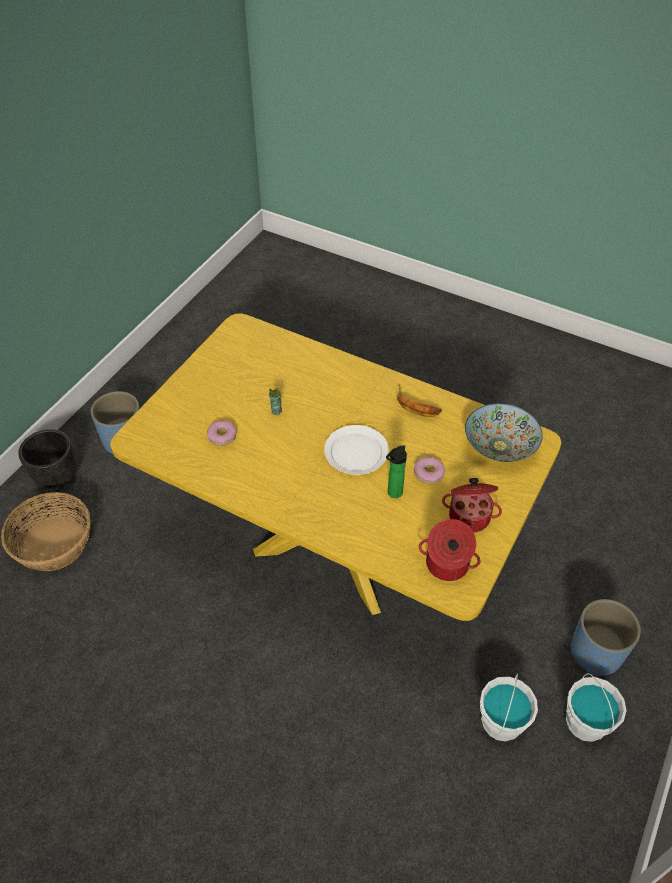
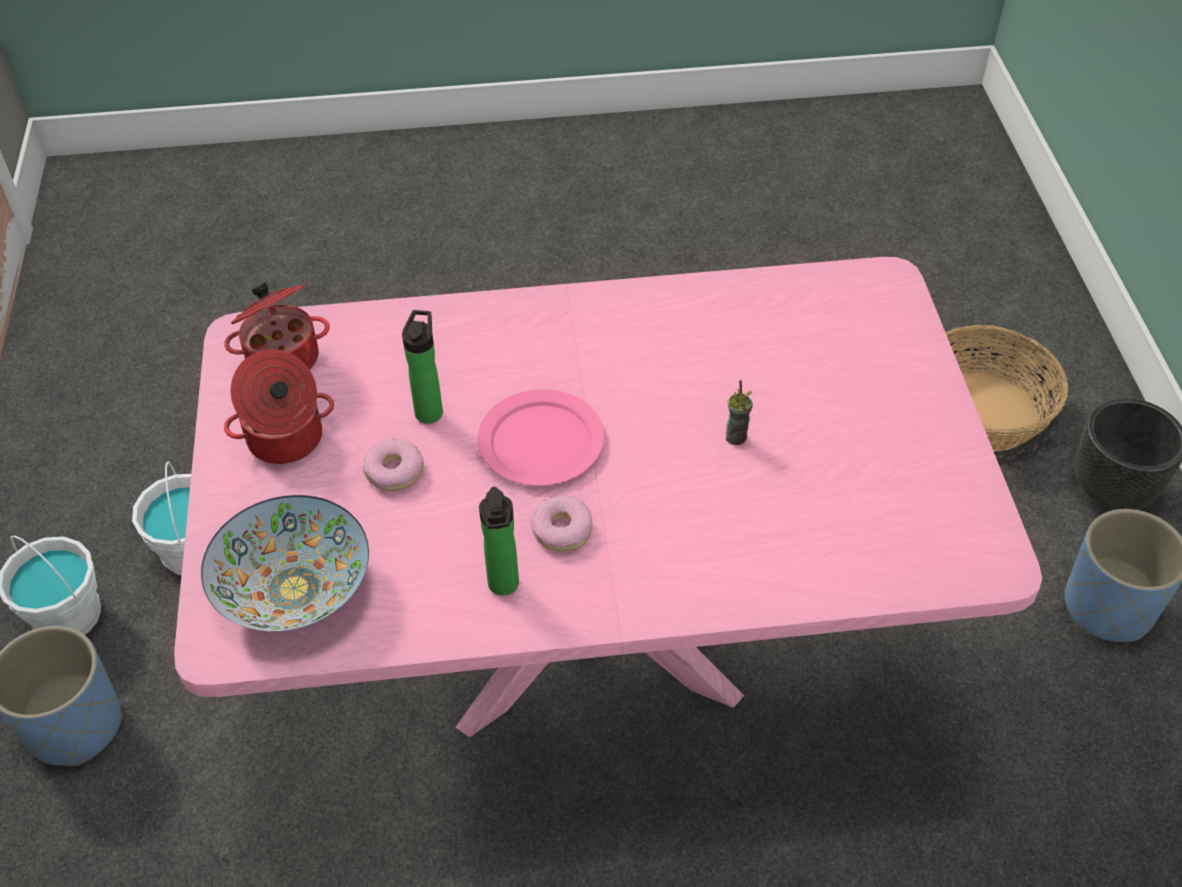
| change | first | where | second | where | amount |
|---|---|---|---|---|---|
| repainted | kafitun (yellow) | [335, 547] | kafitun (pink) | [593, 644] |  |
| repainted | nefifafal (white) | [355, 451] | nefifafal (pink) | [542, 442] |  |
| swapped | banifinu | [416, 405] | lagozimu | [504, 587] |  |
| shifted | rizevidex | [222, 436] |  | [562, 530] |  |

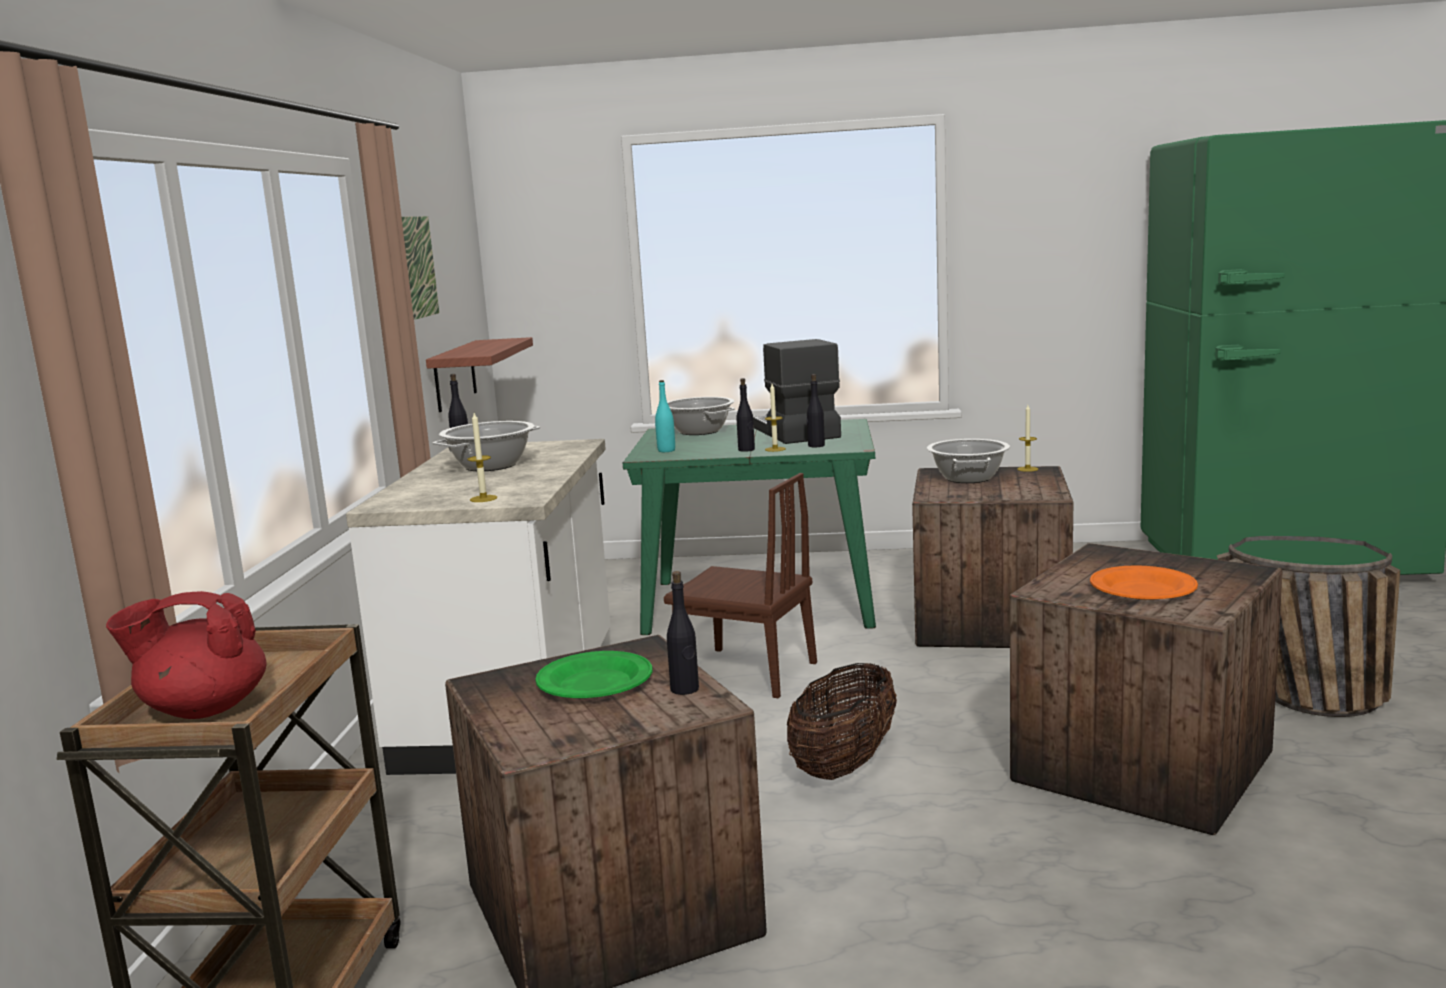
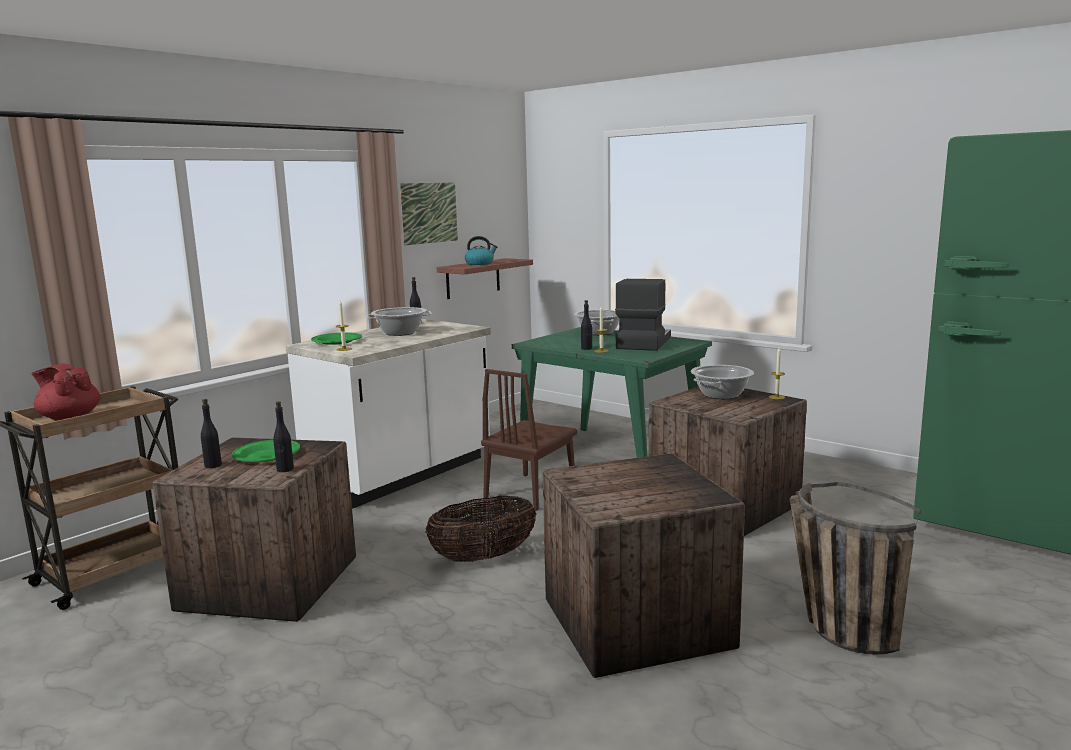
| change | first | where | second | where | amount |
|---|---|---|---|---|---|
| shifted | lagozimu (black) | [816, 445] |  | [213, 465] |  |
| new |  |  | nefifafal (green) | [336, 341] |  |
| new |  |  | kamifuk | [480, 263] |  |
| rotated | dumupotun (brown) | [745, 672] |  | [530, 491] | 60 degrees clockwise |
| gone | lagozimu (turquoise) | [666, 450] |  |  |  |
| gone | nefifafal (orange) | [1142, 590] |  |  |  |

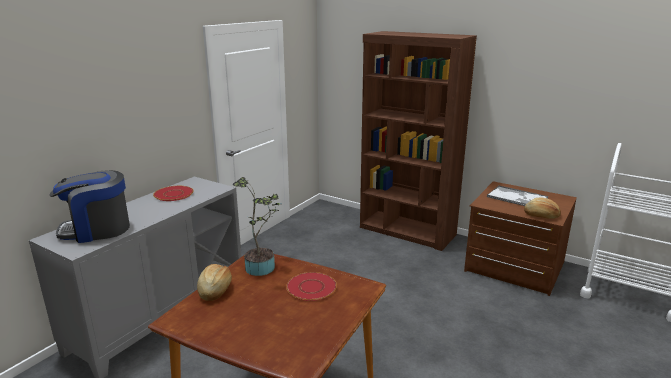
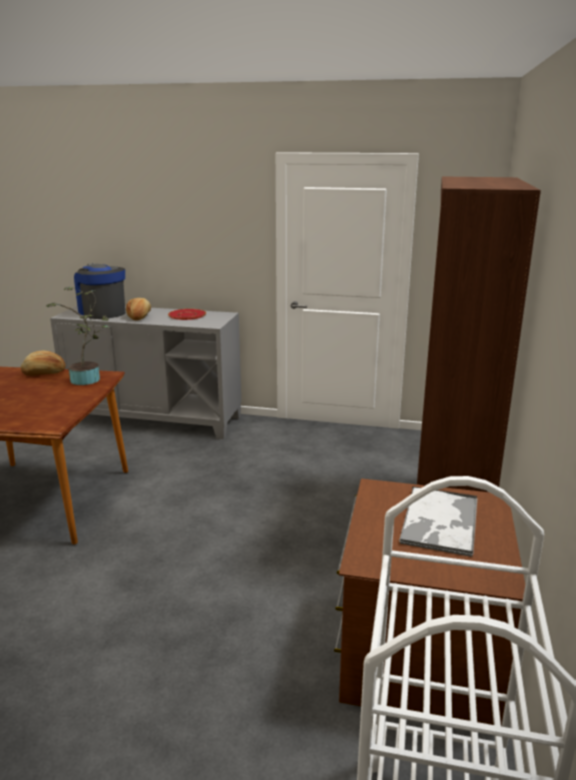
| change | first | where | second | where | amount |
|---|---|---|---|---|---|
| shifted | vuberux | [541, 215] |  | [139, 317] |  |
| gone | nefifafal (red) | [311, 287] |  |  |  |

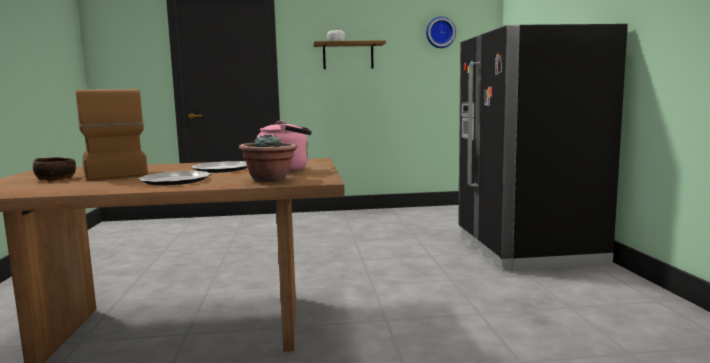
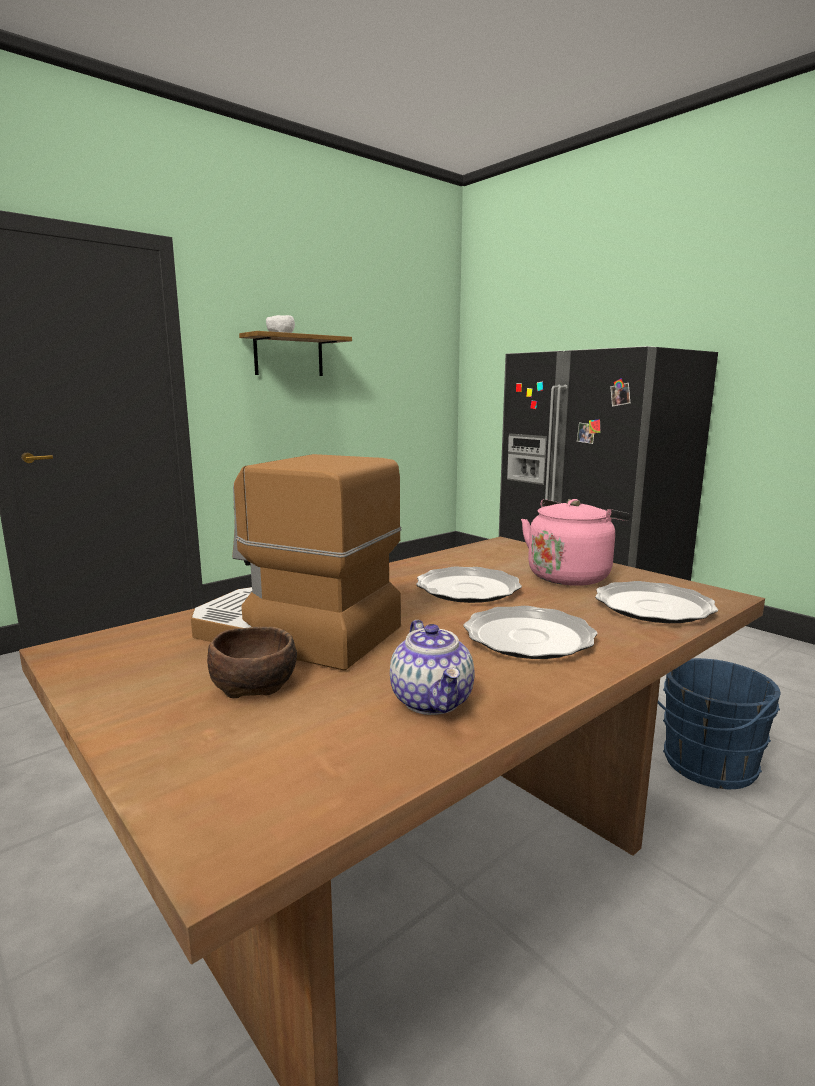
| change | first | where | second | where | amount |
|---|---|---|---|---|---|
| new |  |  | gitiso | [433, 701] |  |
| swapped | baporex | [270, 180] | nefifafal | [653, 606] |  |
| new |  |  | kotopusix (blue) | [705, 765] |  |
| gone | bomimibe | [440, 32] |  |  |  |

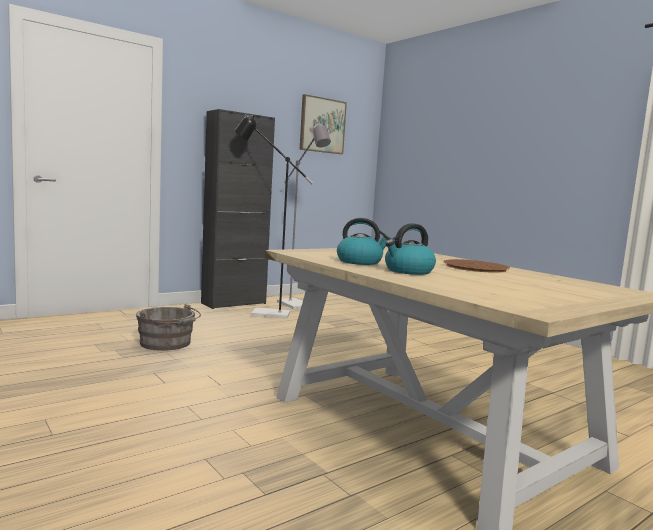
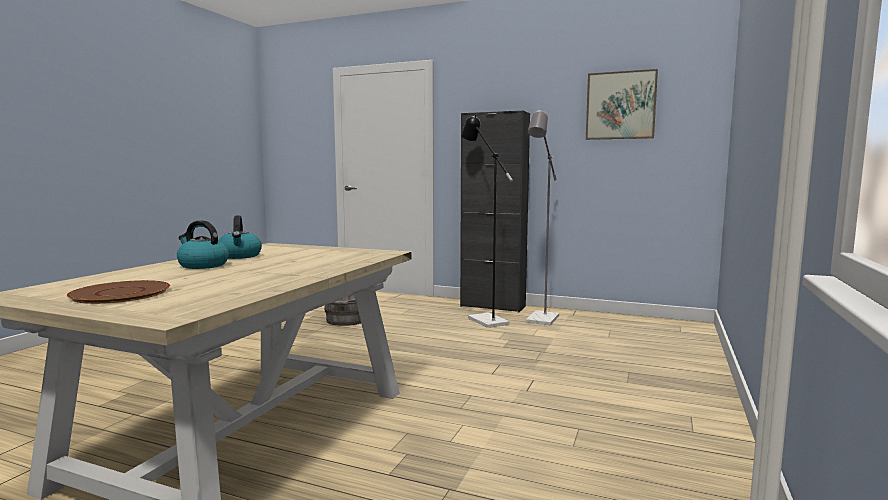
| change | first | where | second | where | amount |
|---|---|---|---|---|---|
| shifted | nefifafal (brown) | [475, 267] |  | [120, 293] |  |

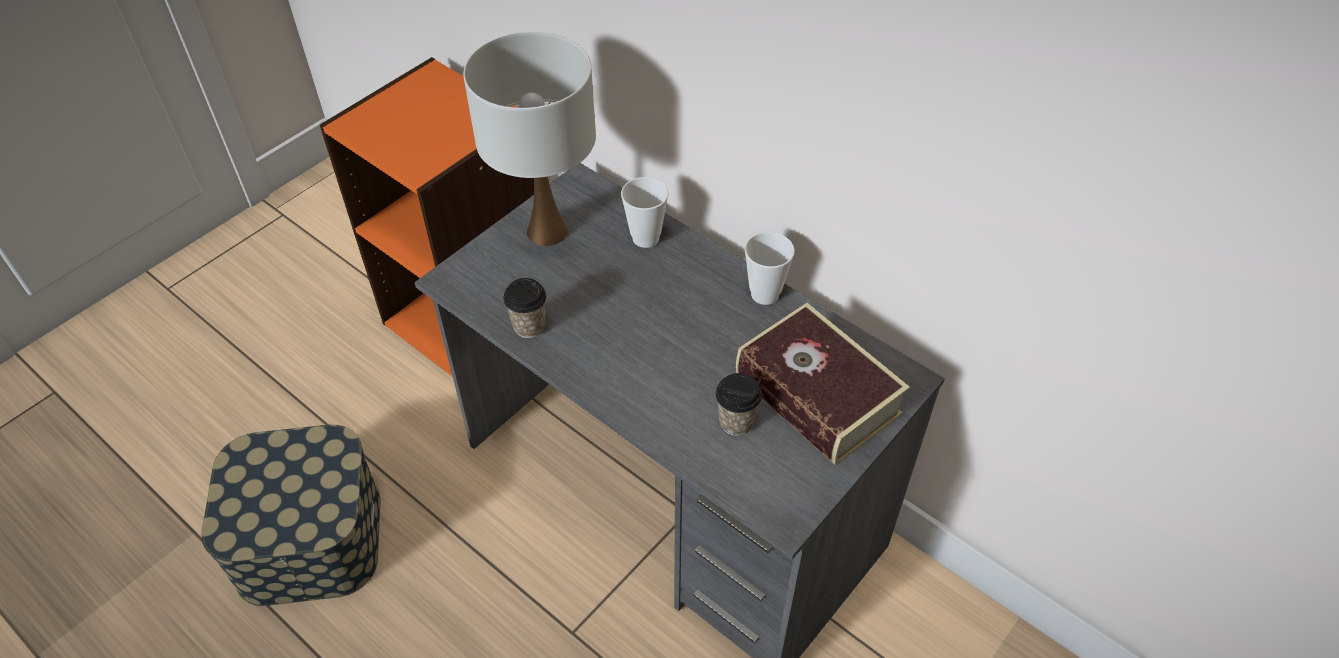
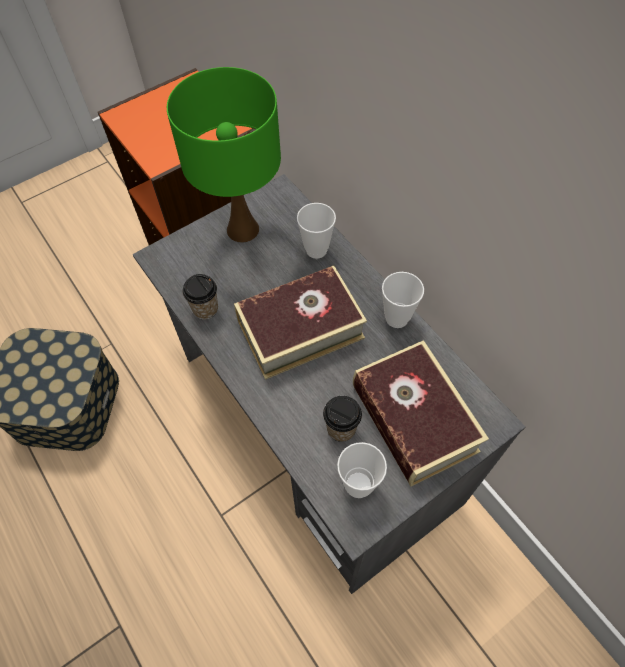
| change | first | where | second | where | amount |
|---|---|---|---|---|---|
| repainted | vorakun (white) | [547, 231] | vorakun (green) | [243, 230] |  |
| new |  |  | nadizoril | [300, 329] |  |
| new |  |  | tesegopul | [358, 485] |  |

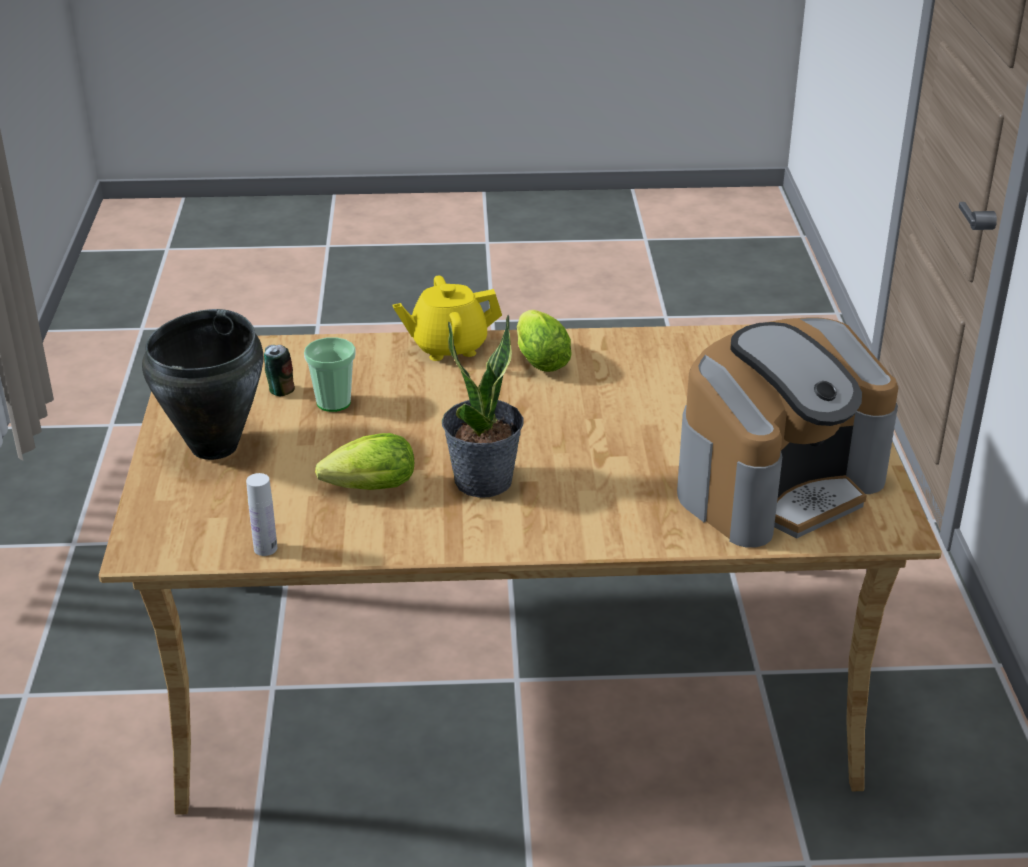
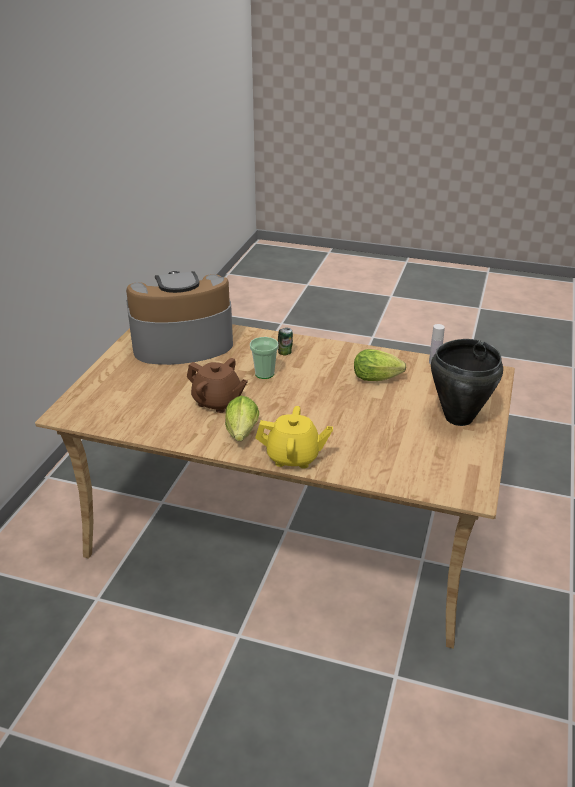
| change | first | where | second | where | amount |
|---|---|---|---|---|---|
| new |  |  | gitiso (brown) | [217, 402] |  |
| shifted | tesegopul | [333, 402] |  | [264, 374] |  |
| shifted | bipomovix | [280, 390] |  | [285, 353] |  |
| gone | baporex | [484, 481] |  |  |  |

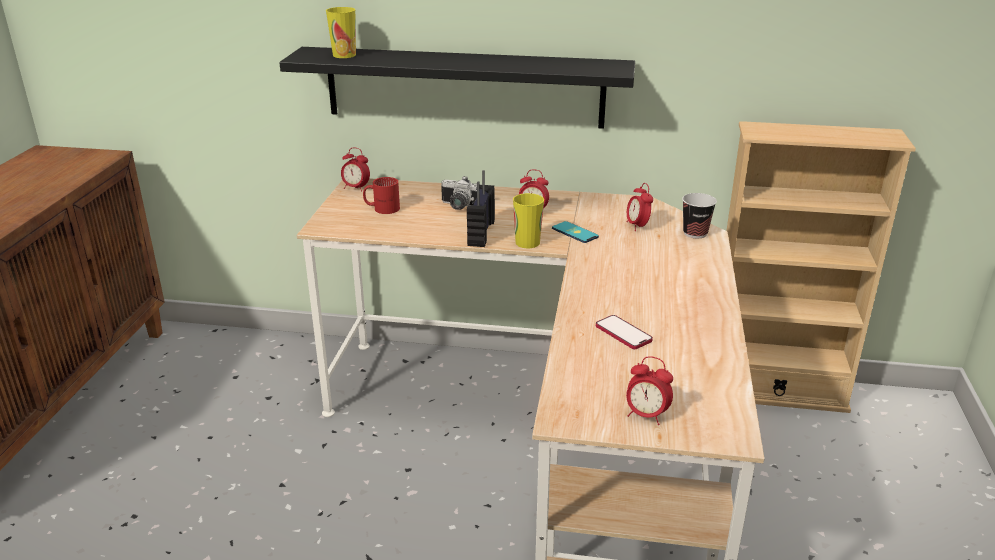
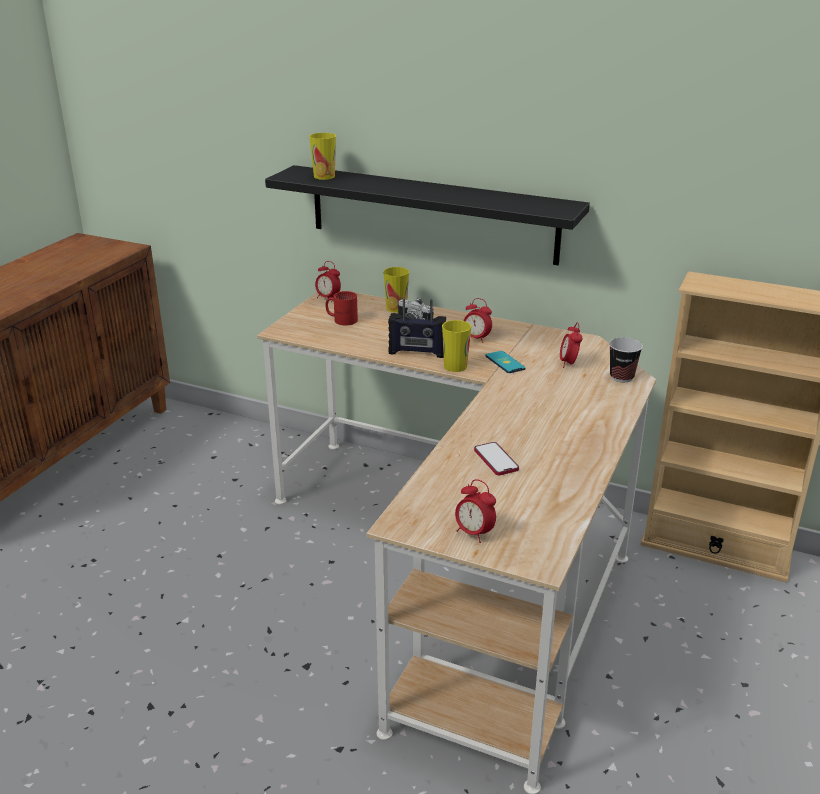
| change | first | where | second | where | amount |
|---|---|---|---|---|---|
| new |  |  | tesegopul | [396, 308] |  |
| rotated | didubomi | [480, 233] |  | [417, 353] | 105 degrees counterclockwise |

